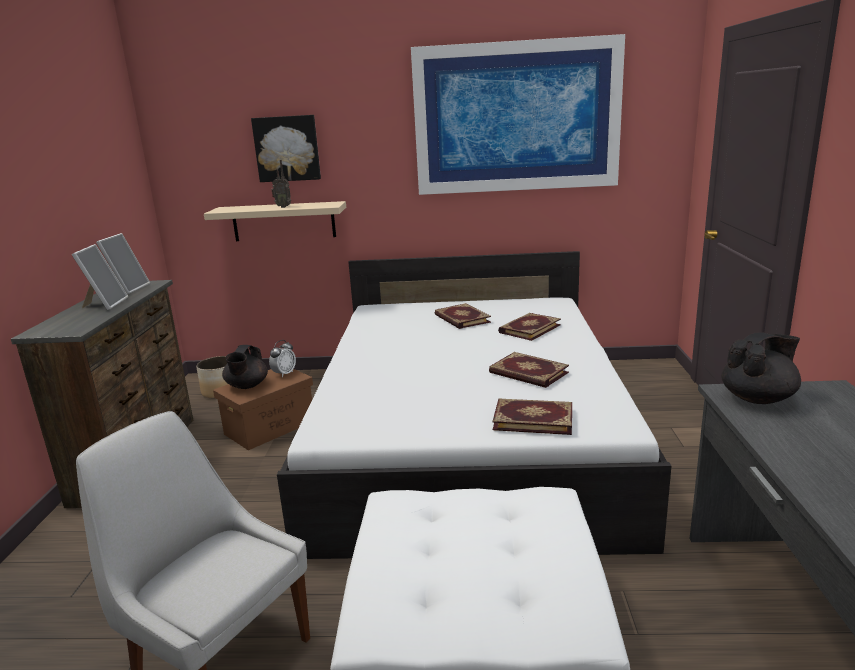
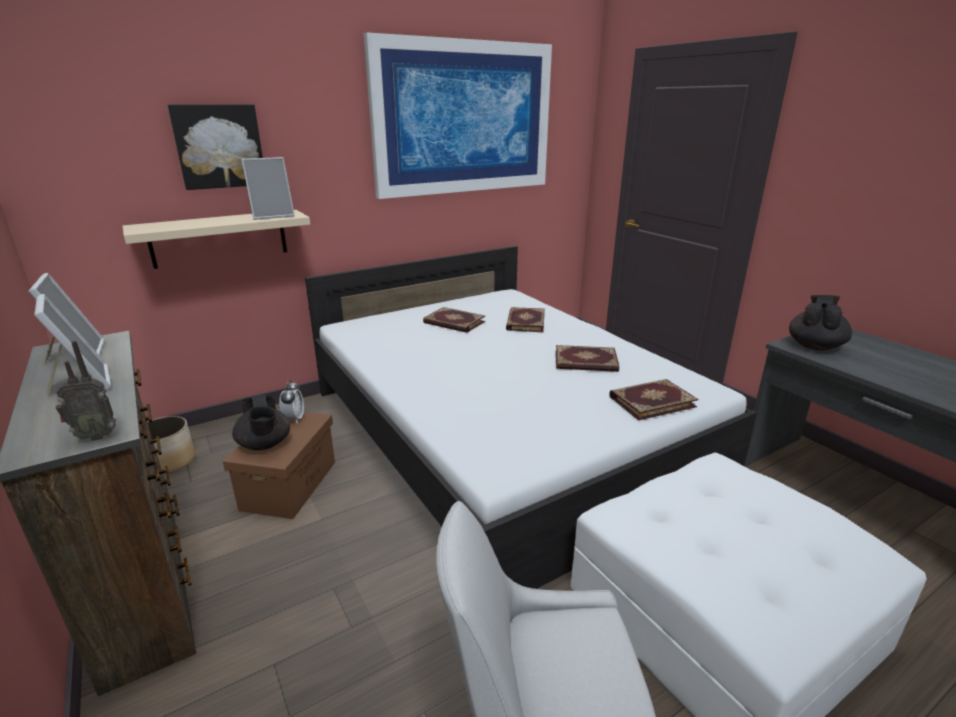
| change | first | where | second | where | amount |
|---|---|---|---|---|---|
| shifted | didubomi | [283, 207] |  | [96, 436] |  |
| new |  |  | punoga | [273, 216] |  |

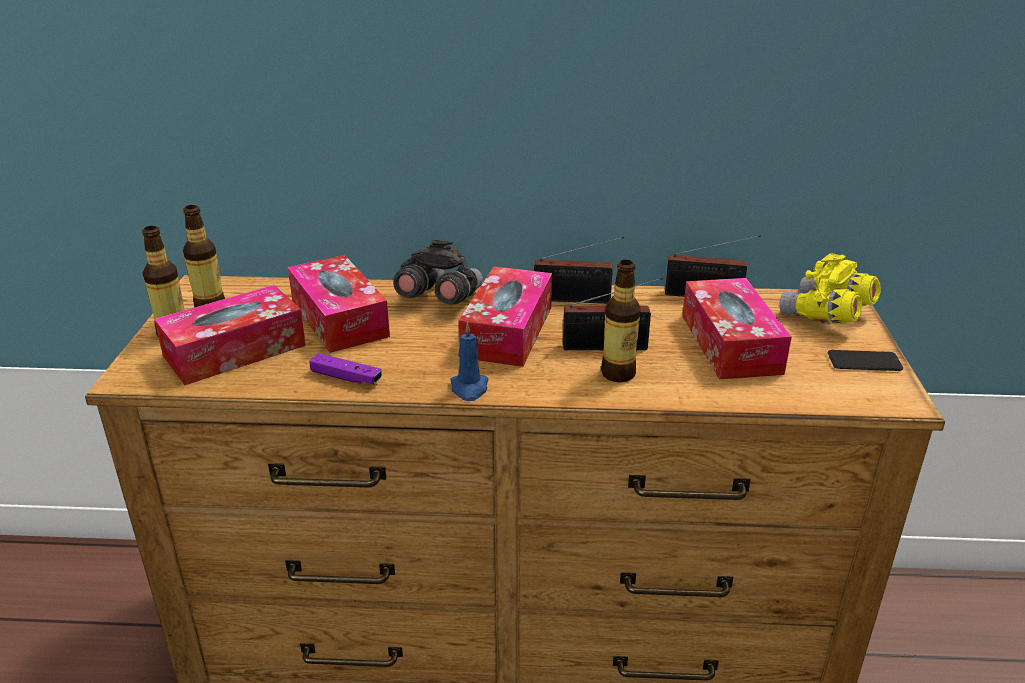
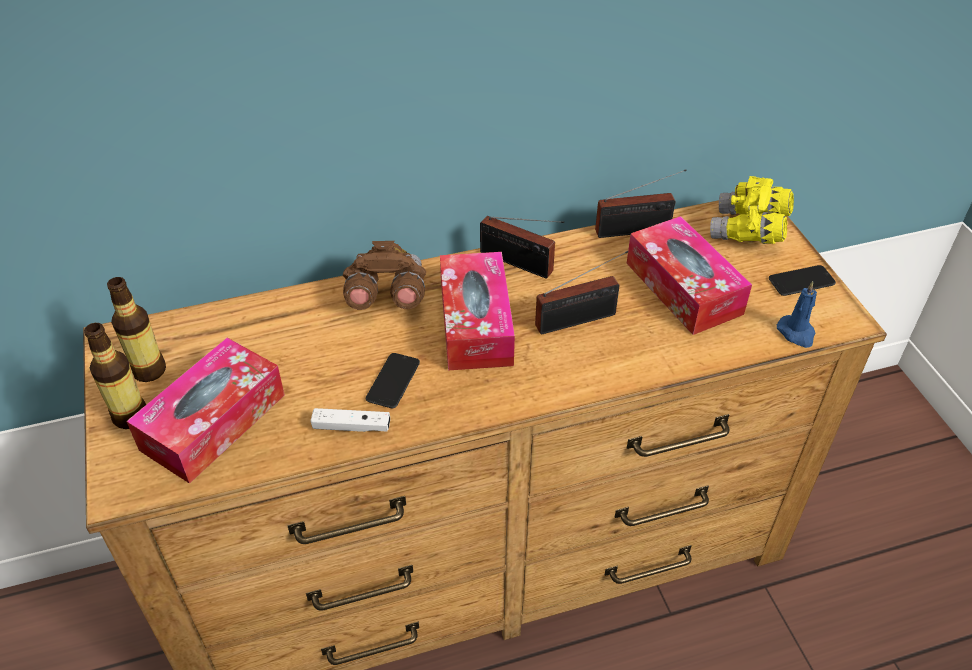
| change | first | where | second | where | amount |
|---|---|---|---|---|---|
| repainted | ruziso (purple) | [346, 377] | ruziso (white) | [351, 426] |  |
| repainted | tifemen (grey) | [439, 299] | tifemen (brown) | [386, 296] |  |
| new |  |  | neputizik | [393, 381] |  |
| rotated | didubomi | [576, 299] |  | [519, 264] | 45 degrees clockwise |
| shifted | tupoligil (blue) | [469, 388] |  | [796, 333] |  |
| gone | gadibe | [339, 318] |  |  |  |
| gone | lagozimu | [618, 374] |  |  |  |

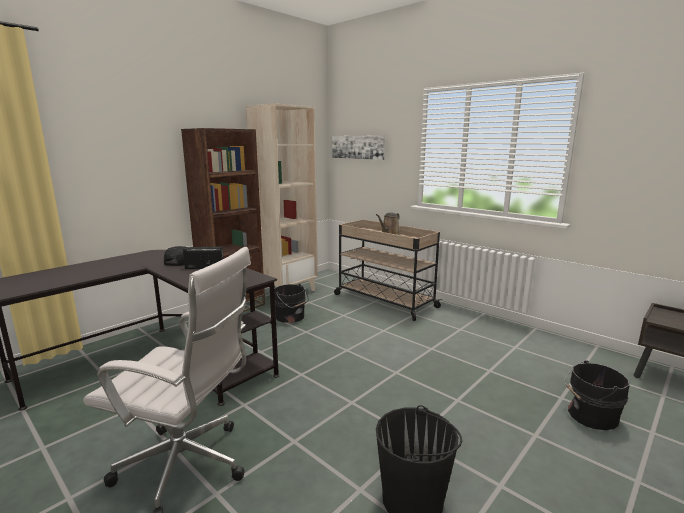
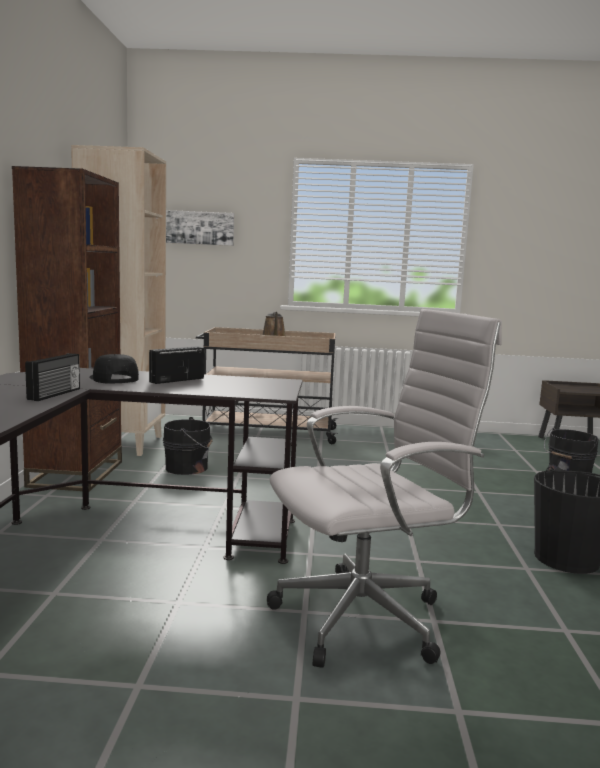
| change | first | where | second | where | amount |
|---|---|---|---|---|---|
| new |  |  | didubomi | [55, 394] |  |

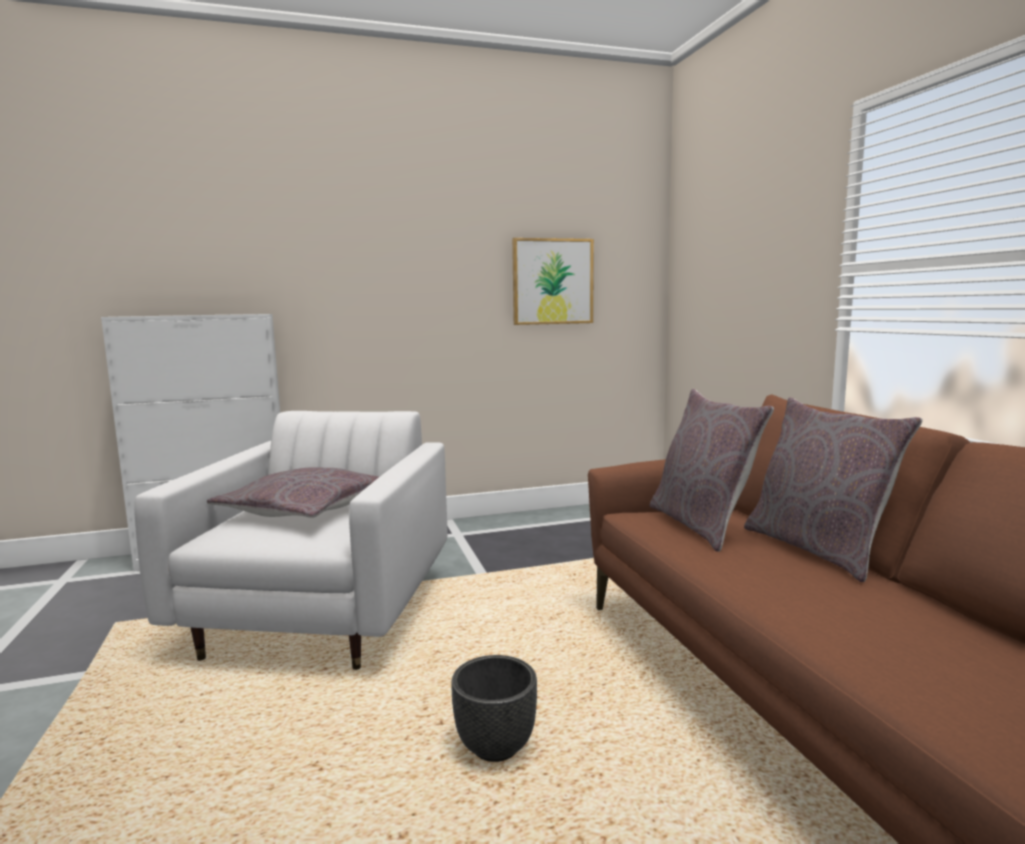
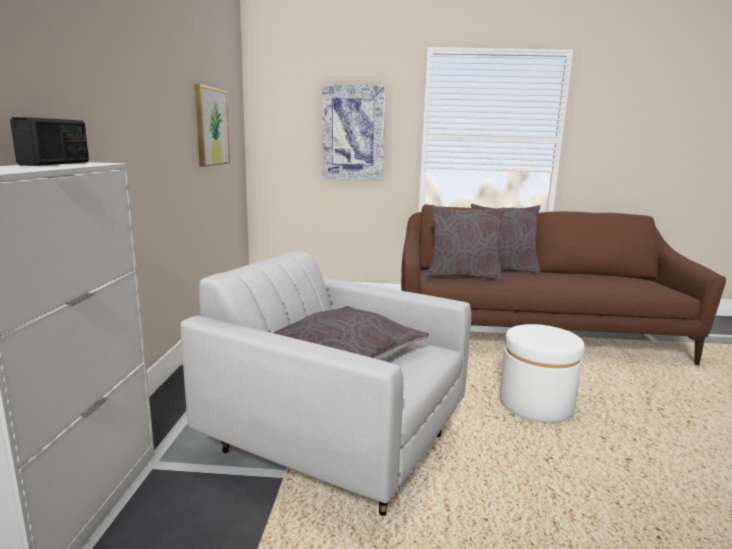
| change | first | where | second | where | amount |
|---|---|---|---|---|---|
| new |  |  | didubomi | [56, 163] |  |
| new |  |  | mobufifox | [353, 133] |  |
| swapped | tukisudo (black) | [496, 748] | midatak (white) | [536, 404] |  |

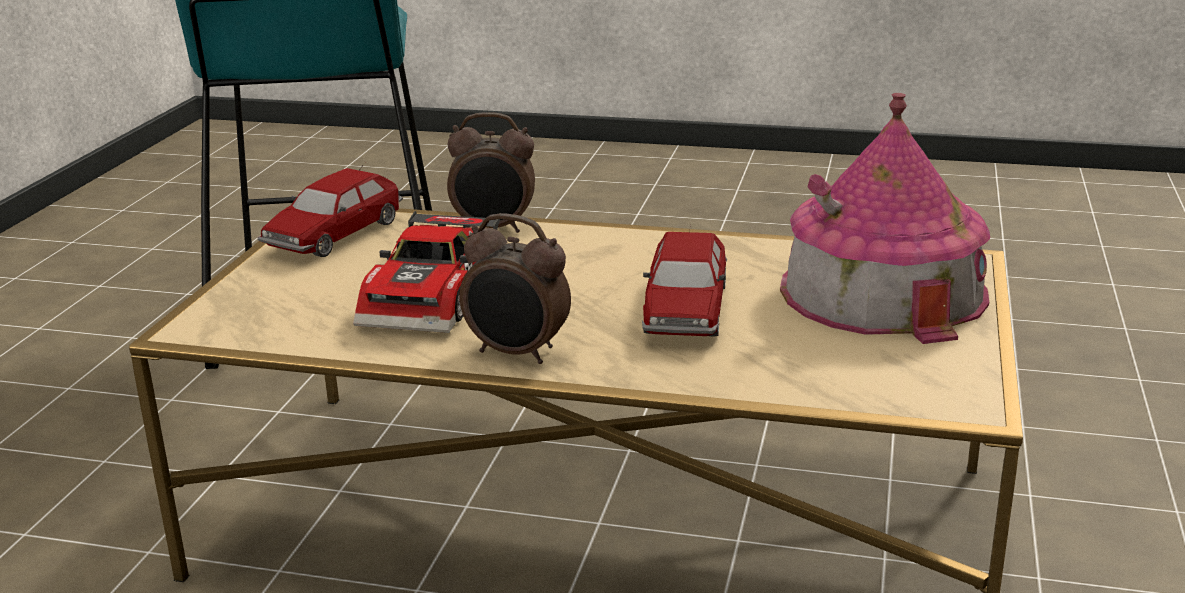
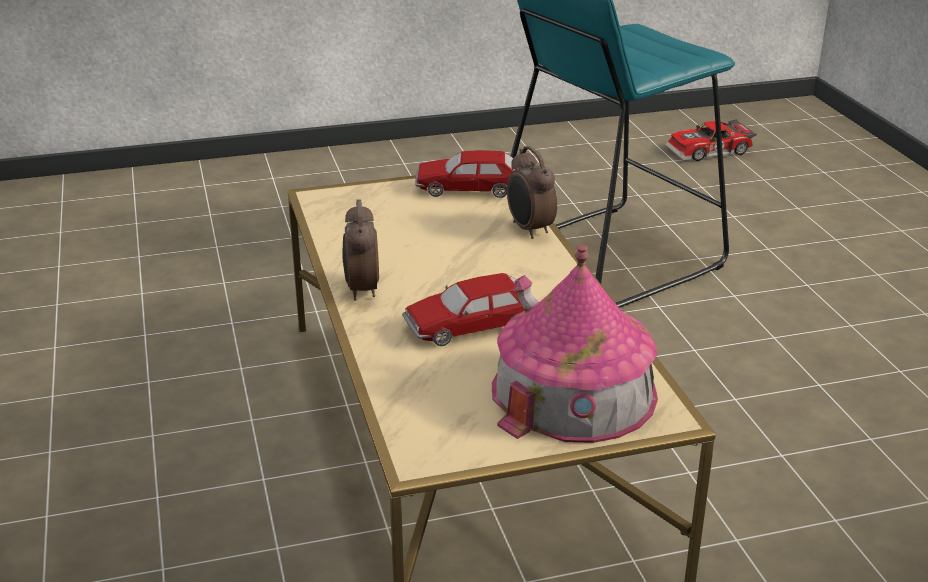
| change | first | where | second | where | amount |
|---|---|---|---|---|---|
| shifted | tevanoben | [438, 295] |  | [710, 151] |  |

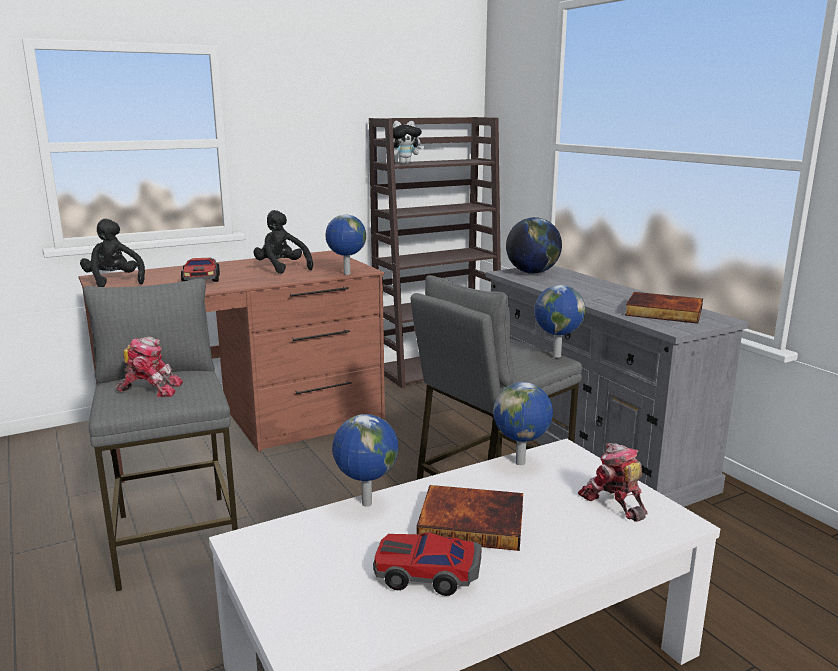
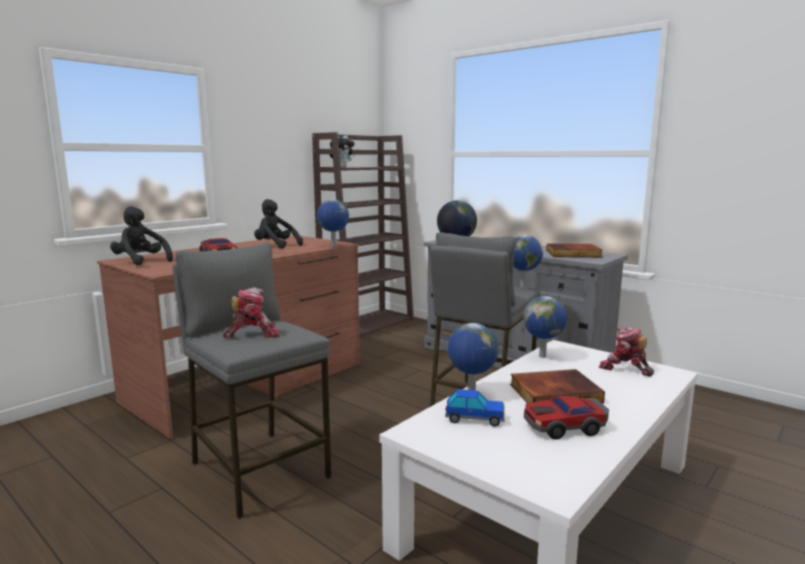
| change | first | where | second | where | amount |
|---|---|---|---|---|---|
| new |  |  | tevanoben | [474, 419] |  |

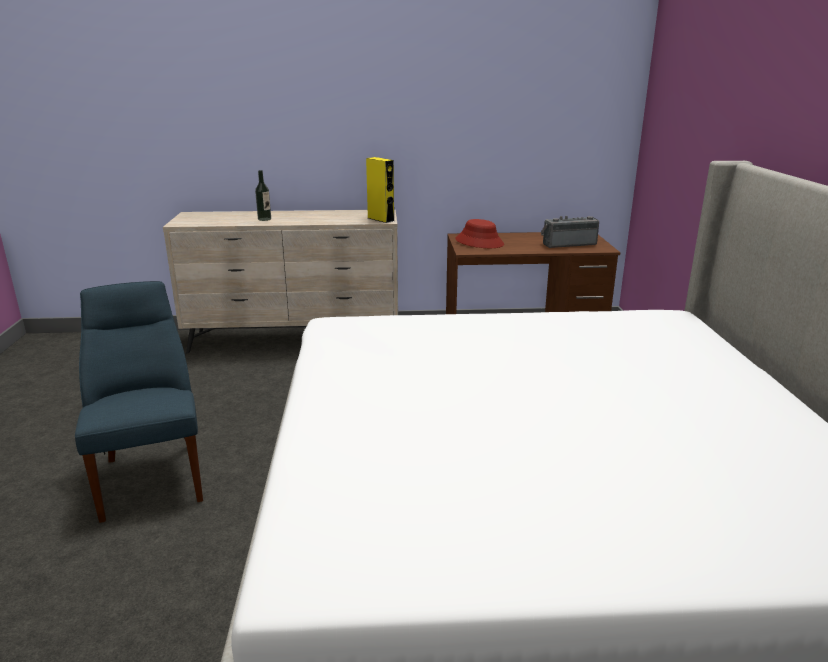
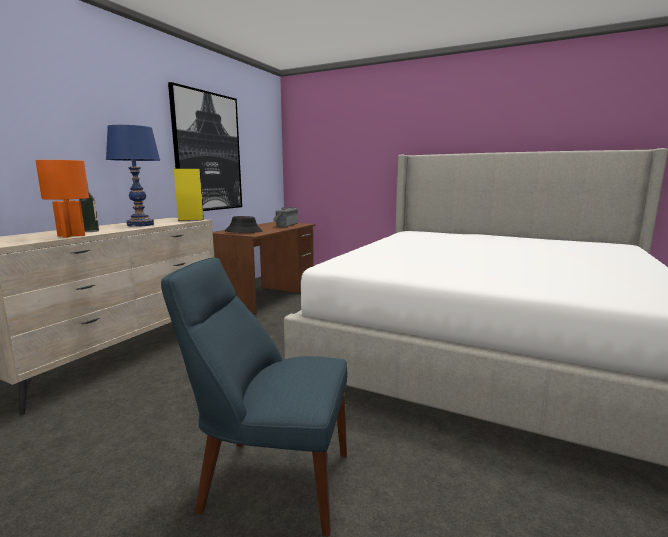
| change | first | where | second | where | amount |
|---|---|---|---|---|---|
| new |  |  | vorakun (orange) | [70, 236] |  |
| new |  |  | vorakun (blue) | [140, 225] |  |
| new |  |  | mobufifox | [208, 152] |  |
| repainted | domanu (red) | [479, 242] | domanu (black) | [243, 231] |  |

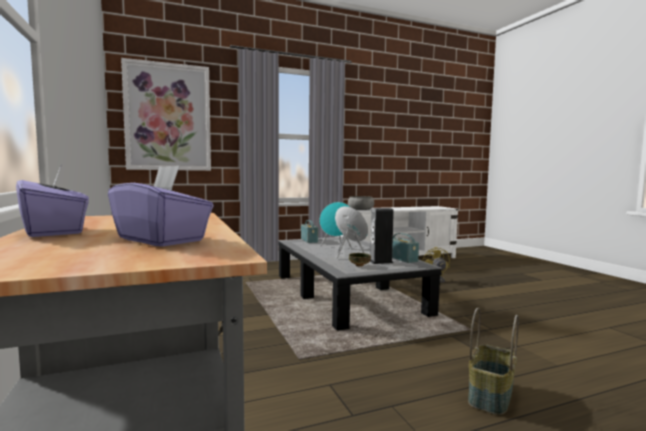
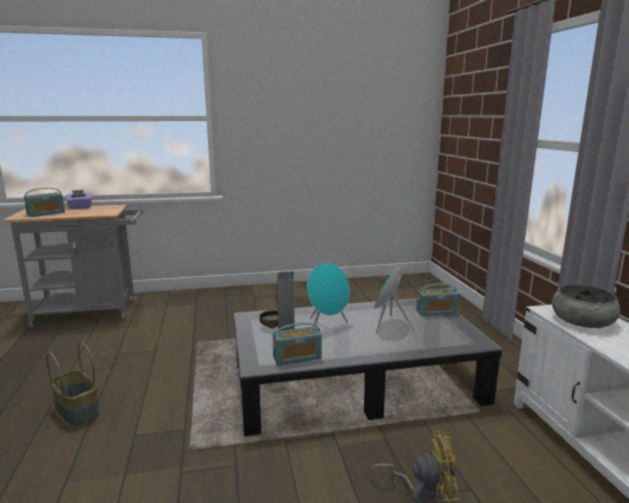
| change | first | where | second | where | amount |
|---|---|---|---|---|---|
| swapped | gadibe (purple) | [162, 240] | didubomi | [46, 214] |  |
| gone | mobufifox | [168, 117] |  |  |  |

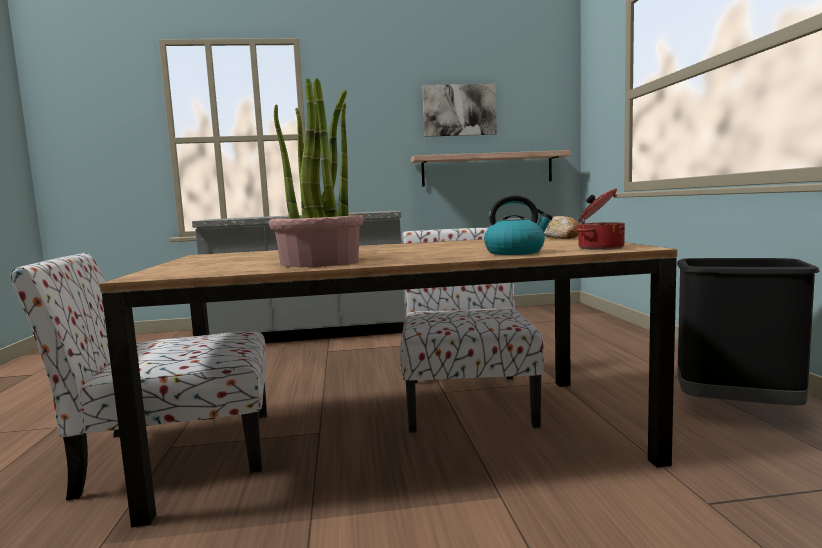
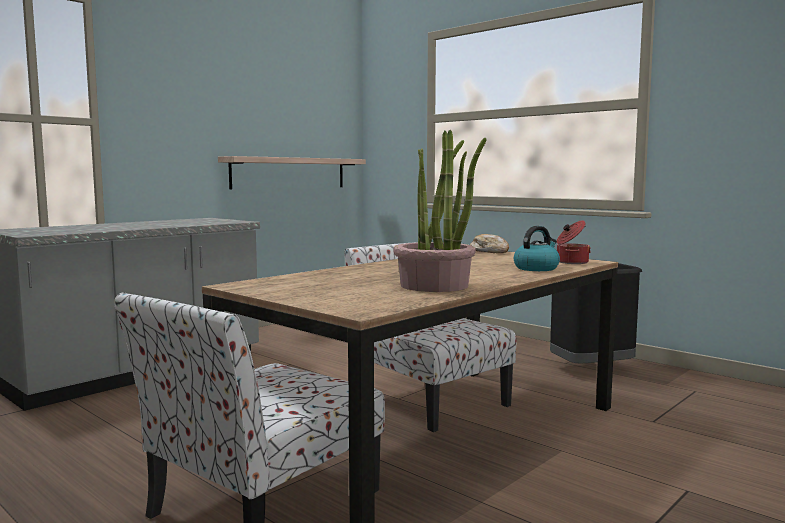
| change | first | where | second | where | amount |
|---|---|---|---|---|---|
| gone | mobufifox | [459, 110] |  |  |  |

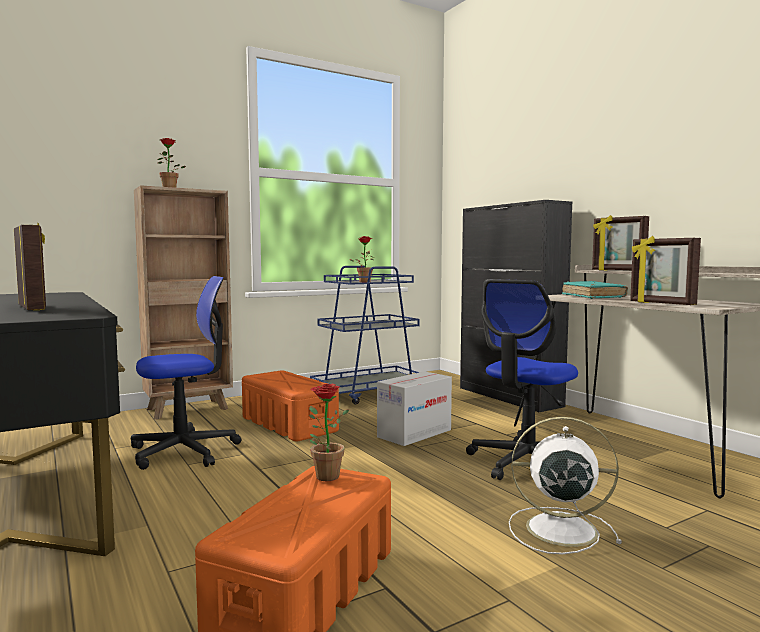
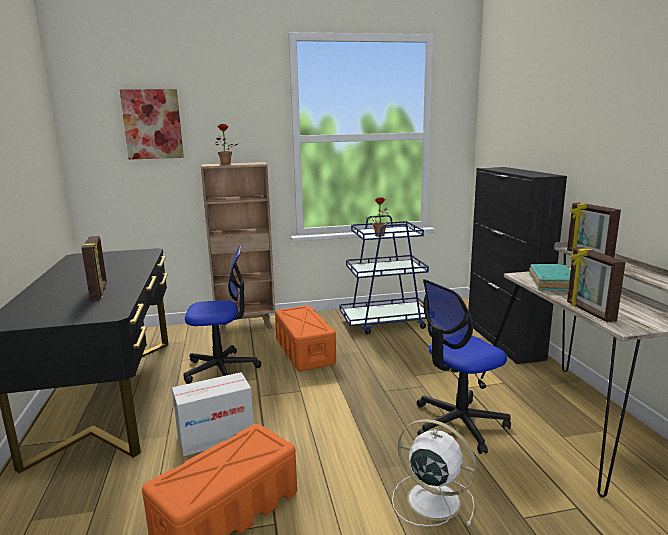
| change | first | where | second | where | amount |
|---|---|---|---|---|---|
| new |  |  | mobufifox | [152, 124] |  |
| shifted | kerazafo | [414, 433] |  | [216, 436] |  |
| gone | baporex | [323, 475] |  |  |  |

